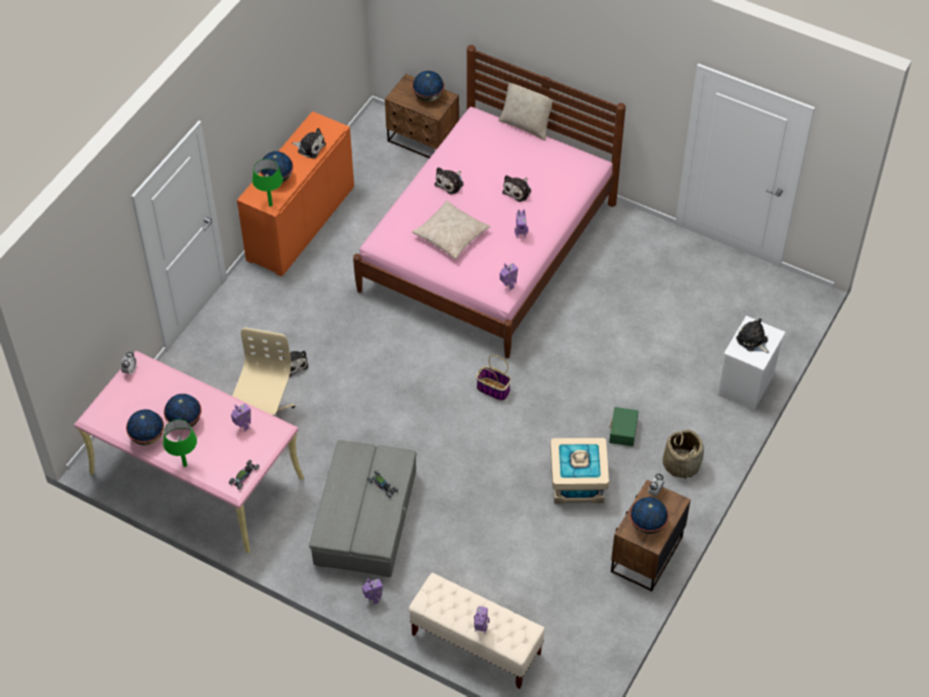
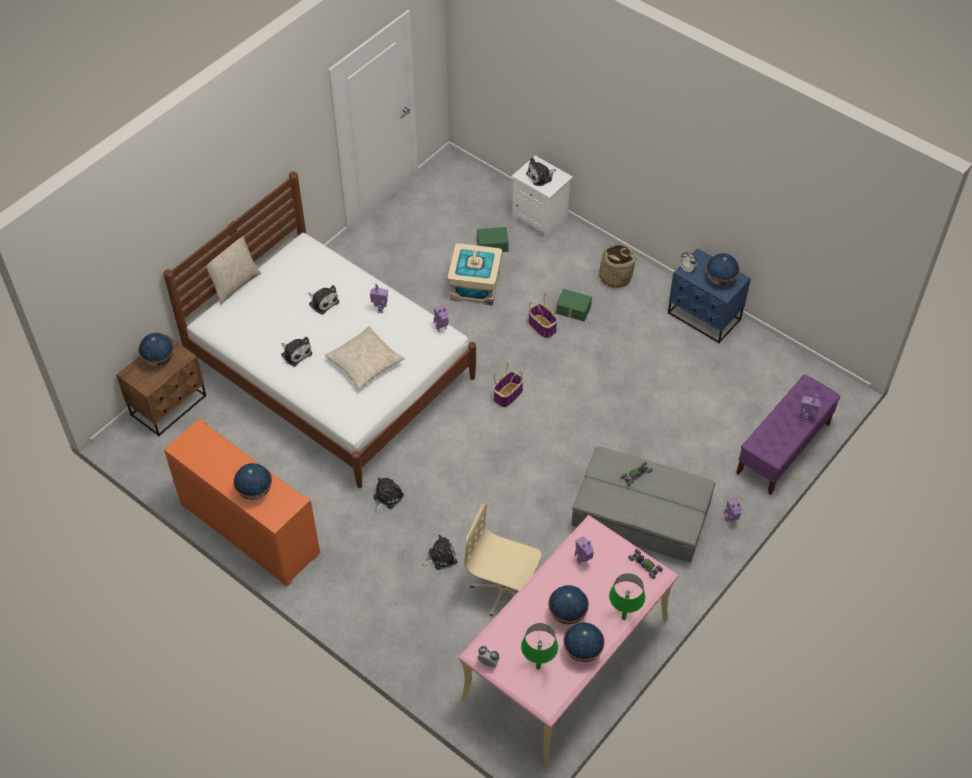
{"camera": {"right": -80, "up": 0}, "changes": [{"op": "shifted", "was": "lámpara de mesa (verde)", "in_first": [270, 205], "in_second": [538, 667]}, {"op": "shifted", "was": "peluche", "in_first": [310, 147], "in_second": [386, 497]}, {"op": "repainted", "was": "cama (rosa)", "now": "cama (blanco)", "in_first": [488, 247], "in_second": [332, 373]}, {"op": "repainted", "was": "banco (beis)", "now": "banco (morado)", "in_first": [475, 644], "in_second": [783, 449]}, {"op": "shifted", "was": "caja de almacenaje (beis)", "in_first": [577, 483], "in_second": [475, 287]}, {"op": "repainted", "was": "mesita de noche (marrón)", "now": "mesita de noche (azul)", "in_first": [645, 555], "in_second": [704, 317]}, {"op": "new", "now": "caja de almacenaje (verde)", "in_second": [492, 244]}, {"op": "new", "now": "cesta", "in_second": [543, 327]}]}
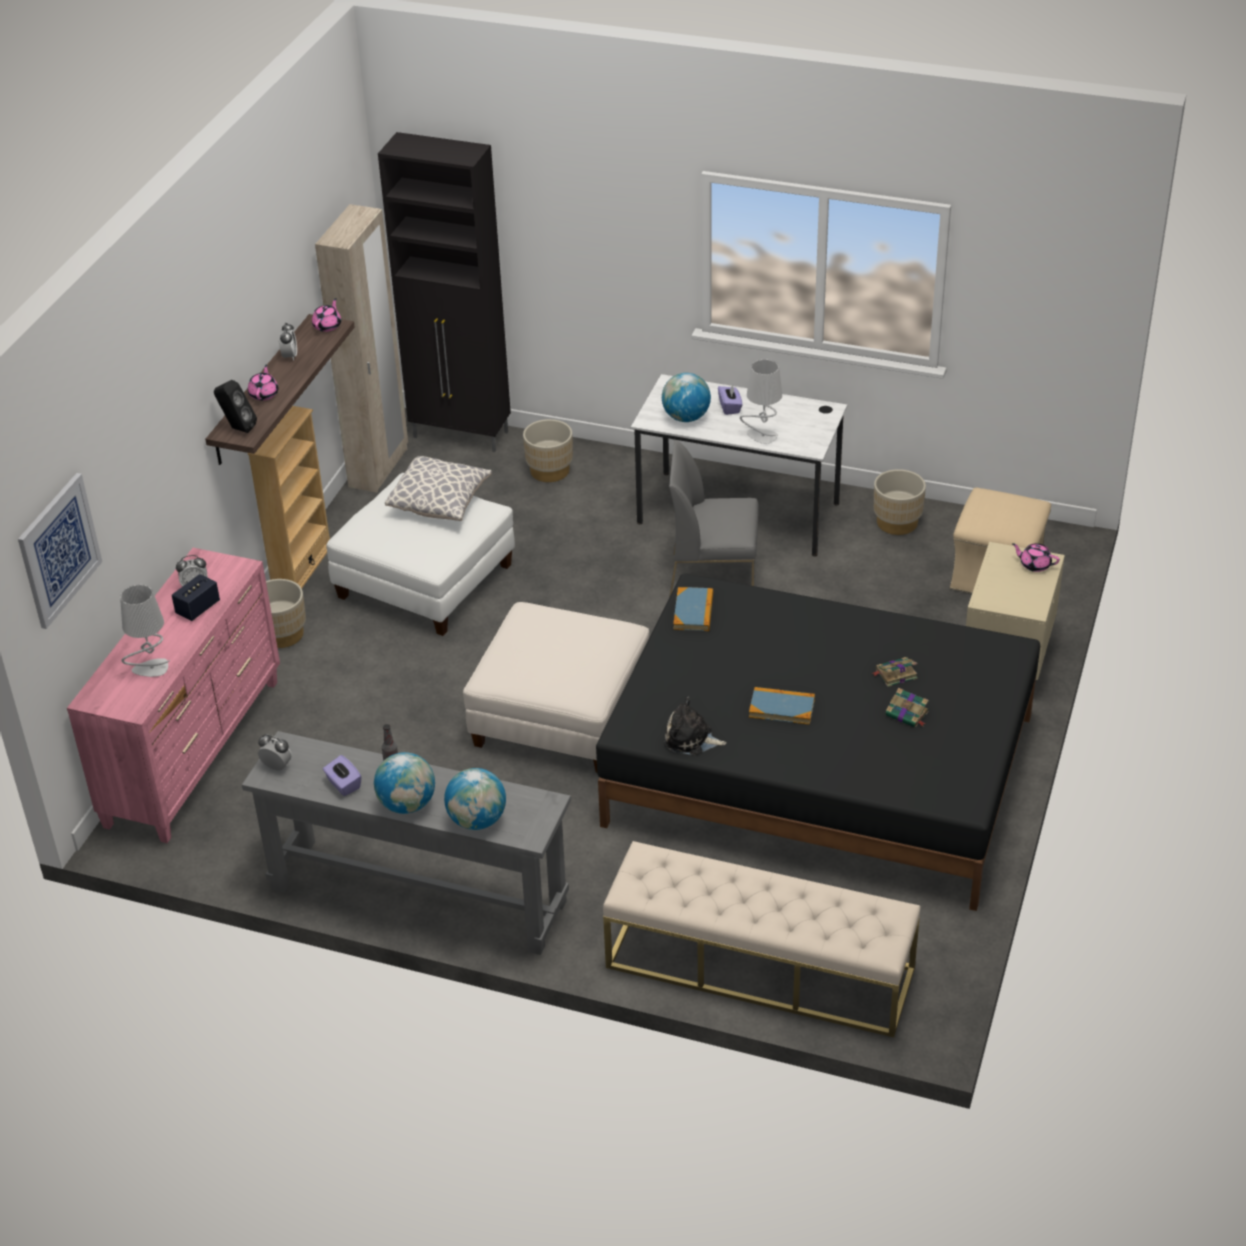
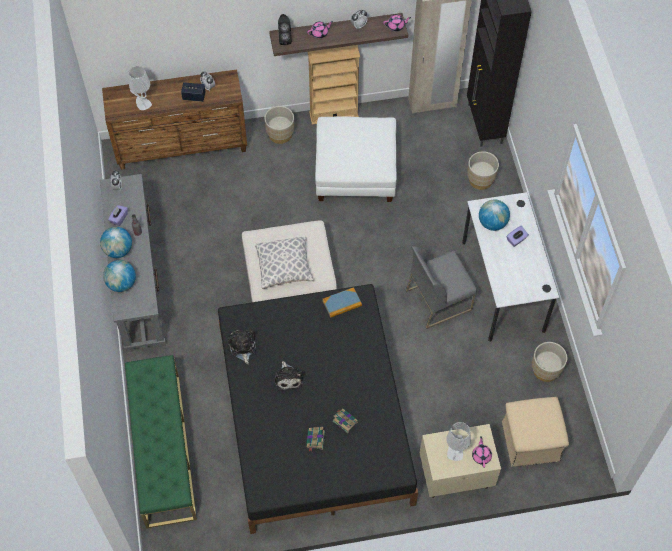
{"camera": {"right": 60, "up": 20}, "changes": [{"op": "gone", "was": "cuadro", "in_first": [59, 550]}, {"op": "repainted", "was": "cómoda (rosa)", "now": "cómoda (marrón)", "in_first": [195, 752], "in_second": [182, 146]}, {"op": "shifted", "was": "cojín", "in_first": [440, 502], "in_second": [284, 268]}, {"op": "repainted", "was": "banco (beis)", "now": "banco (verde)", "in_first": [759, 968], "in_second": [163, 449]}, {"op": "rotated", "was": "silla (gris)", "in_first": [714, 577], "in_second": [439, 299], "clockwise": -90}, {"op": "shifted", "was": "lámpara de mesa (gris)", "in_first": [761, 437], "in_second": [454, 451]}, {"op": "swapped", "was": "libro", "now": "peluche", "in_first": [781, 708], "in_second": [288, 378]}]}
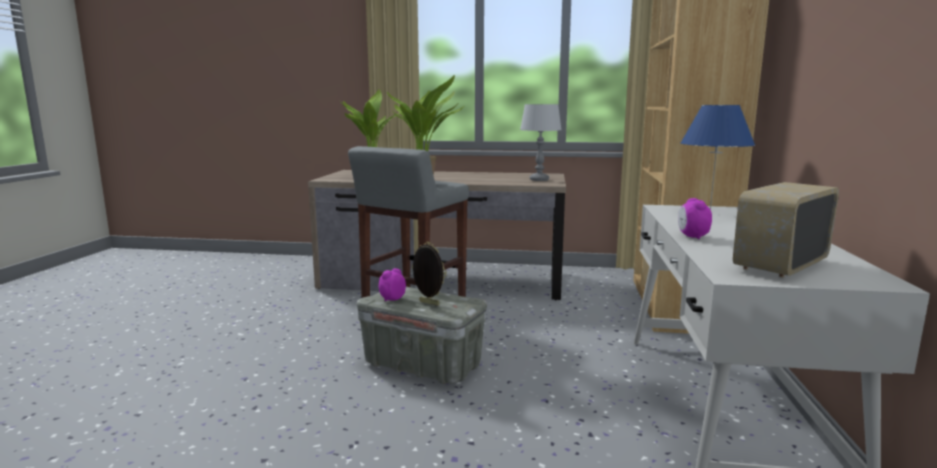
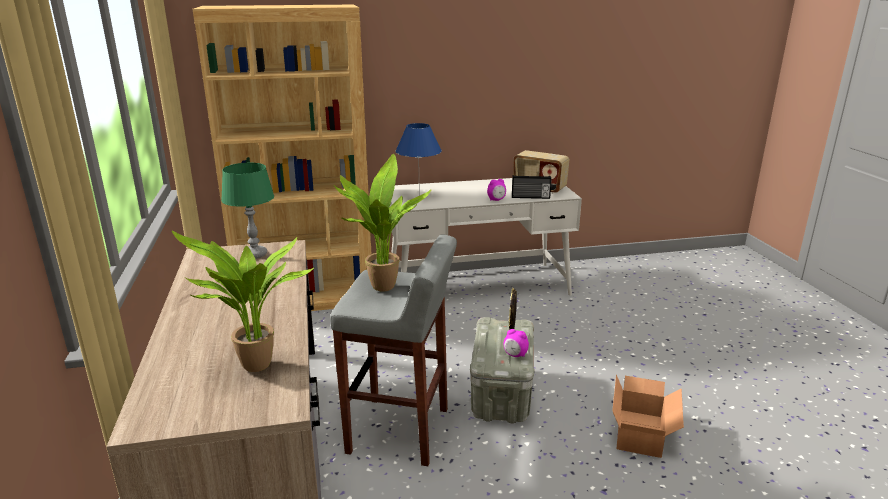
{"camera": {"right": -110, "up": 10}, "changes": [{"op": "repainted", "was": "lámpara de mesa (gris)", "now": "lámpara de mesa (verde)", "in_first": [539, 180], "in_second": [255, 254]}, {"op": "new", "now": "radio", "in_second": [530, 197]}, {"op": "new", "now": "caja de cartón", "in_second": [642, 432]}]}
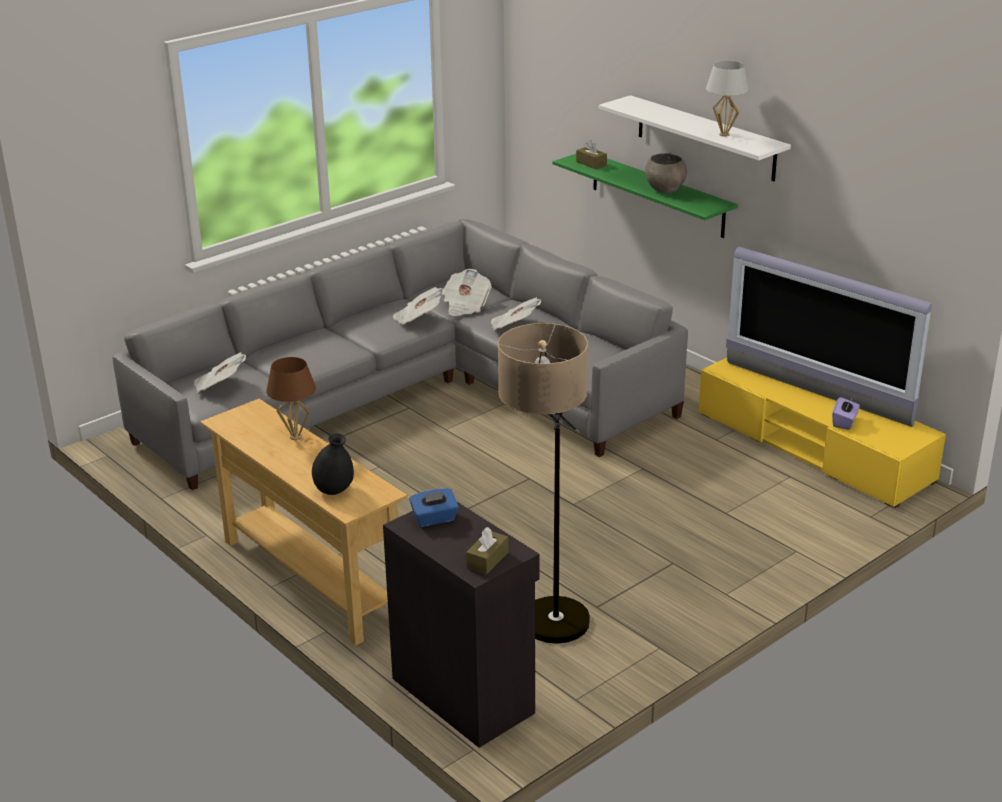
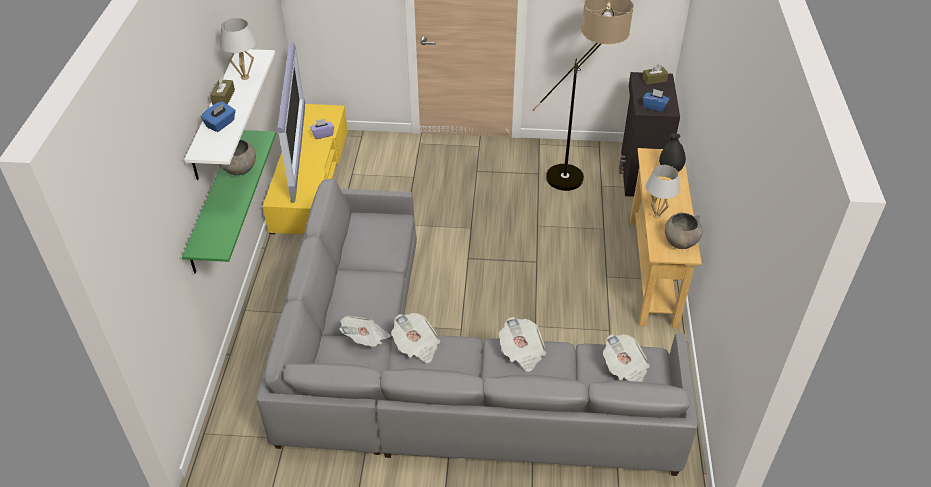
{"camera": {"right": -135, "up": 15}, "changes": [{"op": "repainted", "was": "lámpara de mesa (marrón)", "now": "lámpara de mesa (blanco)", "in_first": [295, 437], "in_second": [657, 215]}, {"op": "shifted", "was": "periódico", "in_first": [514, 326], "in_second": [522, 352]}, {"op": "shifted", "was": "caja de pañuelos (marrón)", "in_first": [591, 163], "in_second": [223, 97]}, {"op": "new", "now": "caja de pañuelos (azul)", "in_second": [221, 124]}, {"op": "new", "now": "cuenco (gris)", "in_second": [680, 242]}]}
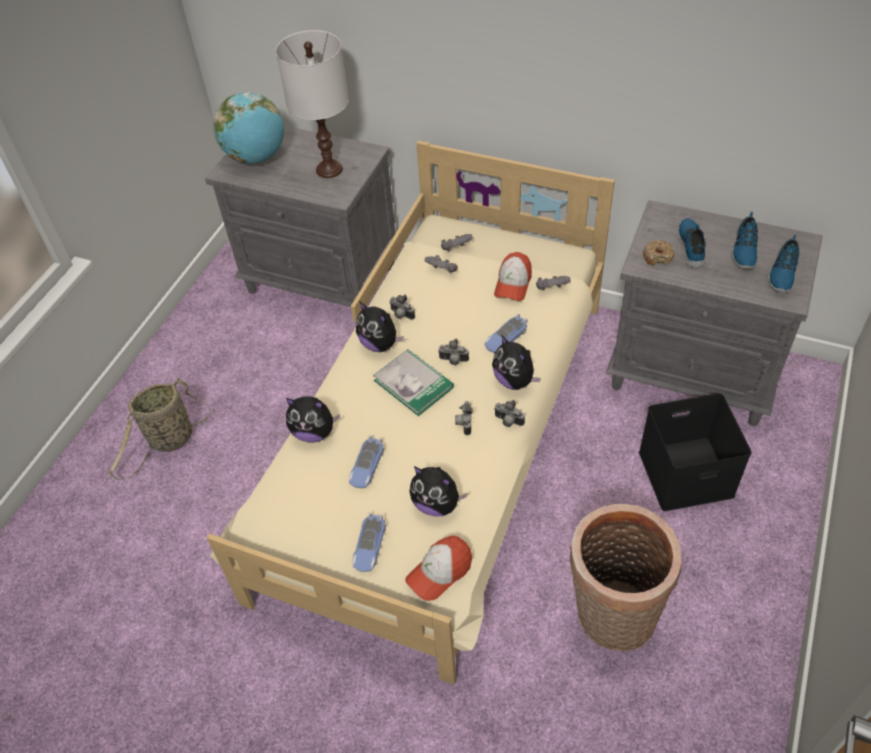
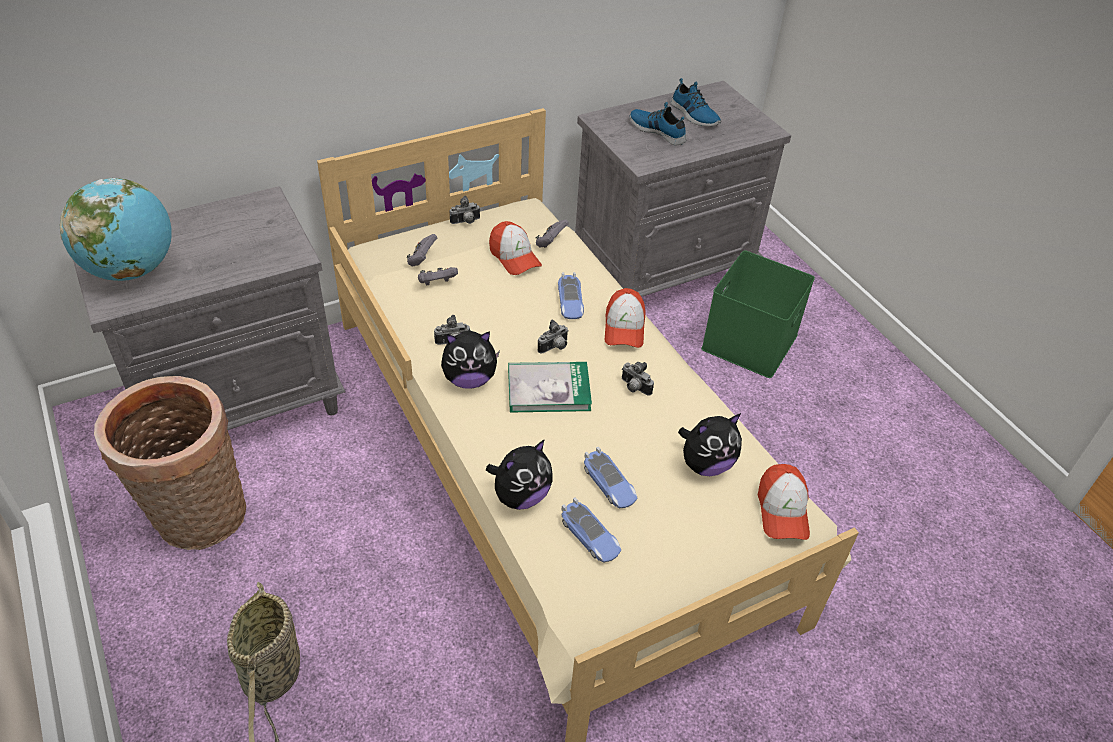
{"camera": {"right": -55, "up": -5}, "changes": [{"op": "gone", "was": "lámpara de mesa (blanco)", "in_first": [329, 169]}, {"op": "shifted", "was": "coche de juguete", "in_first": [369, 546], "in_second": [590, 536]}, {"op": "swapped", "was": "peluche", "now": "gorra", "in_first": [515, 380], "in_second": [624, 328]}, {"op": "shifted", "was": "cámara", "in_first": [508, 422], "in_second": [466, 222]}, {"op": "shifted", "was": "cesta", "in_first": [611, 617], "in_second": [198, 520]}, {"op": "repainted", "was": "caja de almacenaje (negro)", "now": "caja de almacenaje (verde)", "in_first": [686, 472], "in_second": [748, 340]}, {"op": "gone", "was": "rosquilla", "in_first": [658, 257]}, {"op": "gone", "was": "zapato", "in_first": [782, 273]}]}
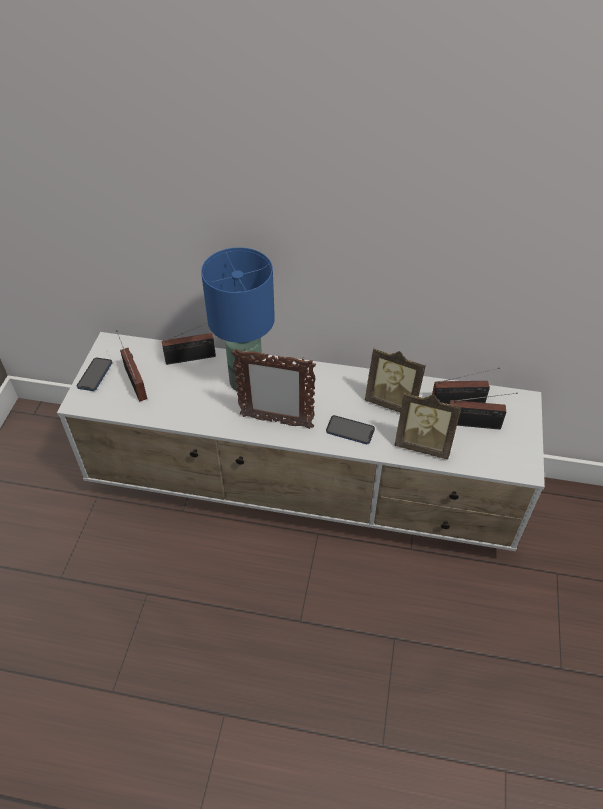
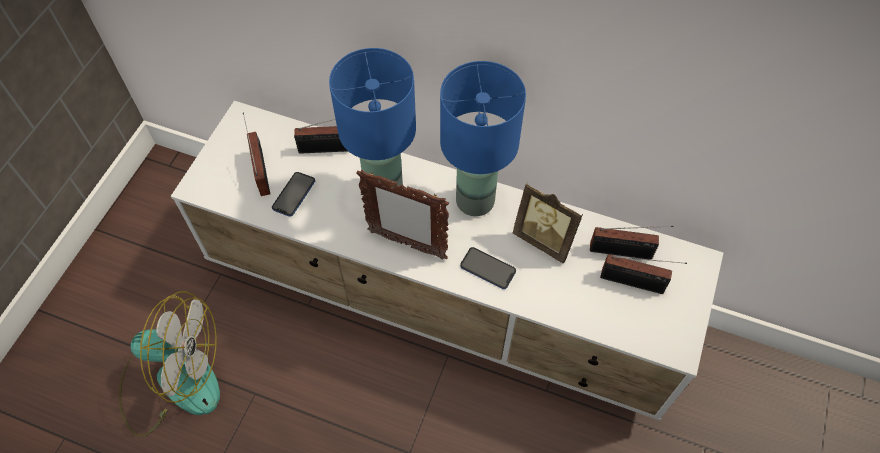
{"camera": {"right": 10, "up": 10}, "changes": [{"op": "shifted", "was": "móvil", "in_first": [95, 375], "in_second": [294, 195]}, {"op": "gone", "was": "portarretratos", "in_first": [423, 444]}, {"op": "new", "now": "ventilador", "in_second": [173, 380]}, {"op": "new", "now": "lámpara de mesa (azul)", "in_second": [474, 200]}]}
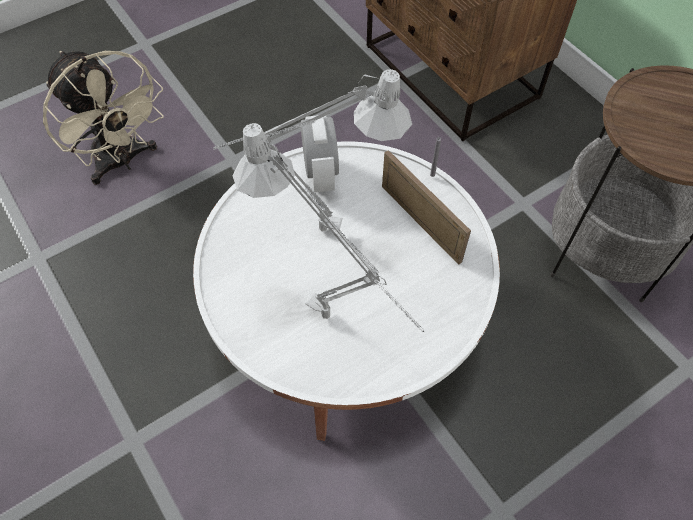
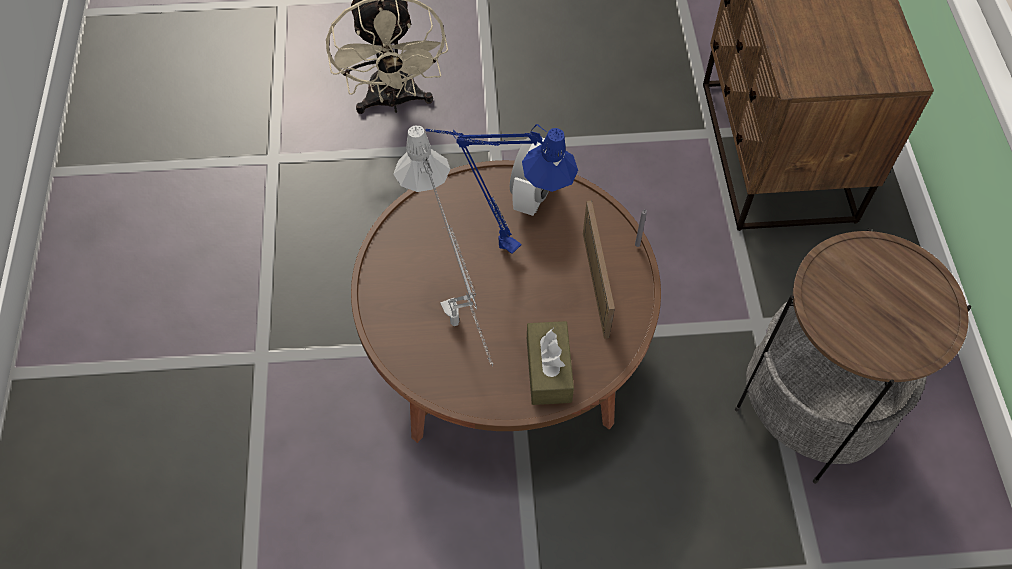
{"camera": {"right": 30, "up": 0}, "changes": [{"op": "repainted", "was": "mesa de centro (blanco)", "now": "mesa de centro (marrón)", "in_first": [346, 318], "in_second": [506, 346]}, {"op": "repainted", "was": "lámpara de mesa (gris)", "now": "lámpara de mesa (azul)", "in_first": [311, 228], "in_second": [493, 241]}, {"op": "new", "now": "caja de pañuelos (marrón)", "in_second": [548, 370]}]}
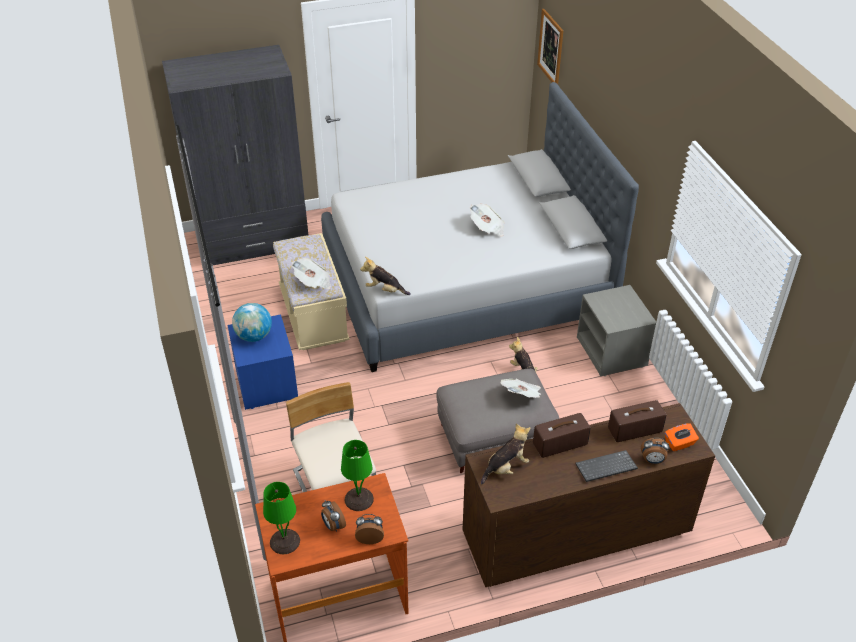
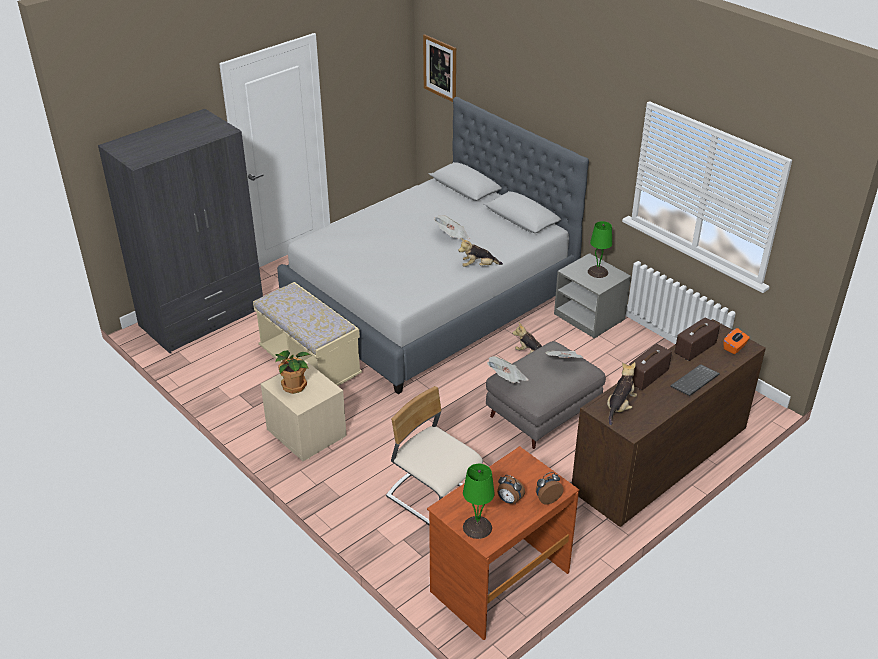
{"camera": {"right": -25, "up": -5}, "changes": [{"op": "repainted", "was": "mesita de noche (azul)", "now": "mesita de noche (beis)", "in_first": [265, 383], "in_second": [305, 433]}, {"op": "swapped", "was": "globo terráqueo", "now": "planta en maceta", "in_first": [254, 336], "in_second": [294, 385]}, {"op": "shifted", "was": "periódico", "in_first": [313, 282], "in_second": [507, 378]}, {"op": "shifted", "was": "lámpara de mesa (verde)", "in_first": [359, 498], "in_second": [598, 271]}, {"op": "shifted", "was": "peluche", "in_first": [385, 290], "in_second": [478, 266]}, {"op": "gone", "was": "despertador", "in_first": [652, 460]}]}
